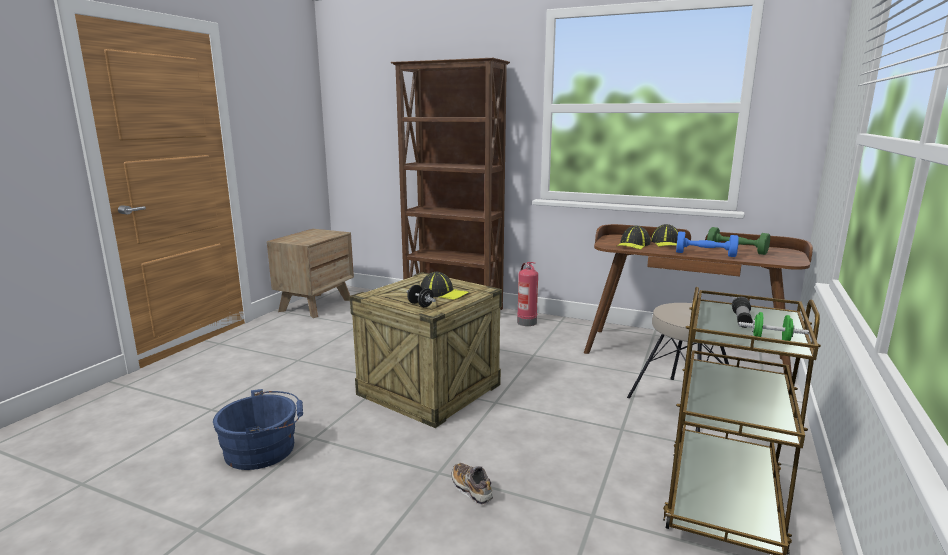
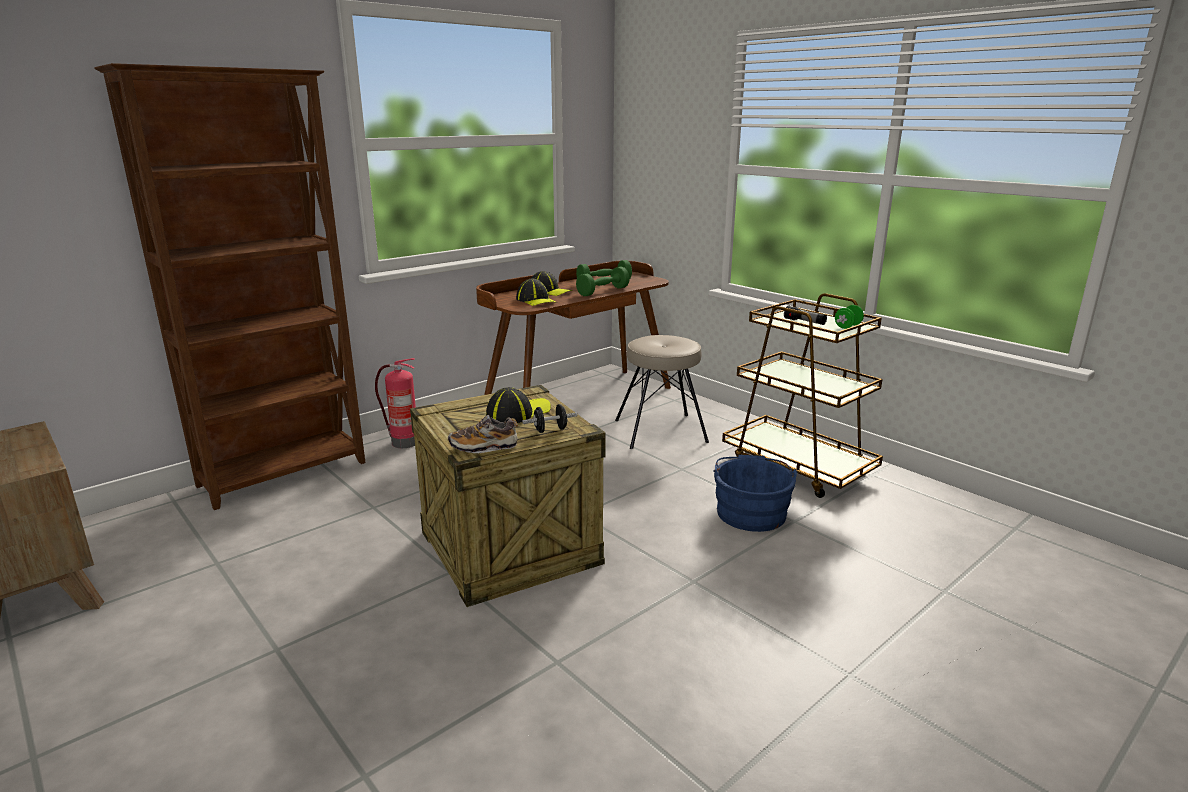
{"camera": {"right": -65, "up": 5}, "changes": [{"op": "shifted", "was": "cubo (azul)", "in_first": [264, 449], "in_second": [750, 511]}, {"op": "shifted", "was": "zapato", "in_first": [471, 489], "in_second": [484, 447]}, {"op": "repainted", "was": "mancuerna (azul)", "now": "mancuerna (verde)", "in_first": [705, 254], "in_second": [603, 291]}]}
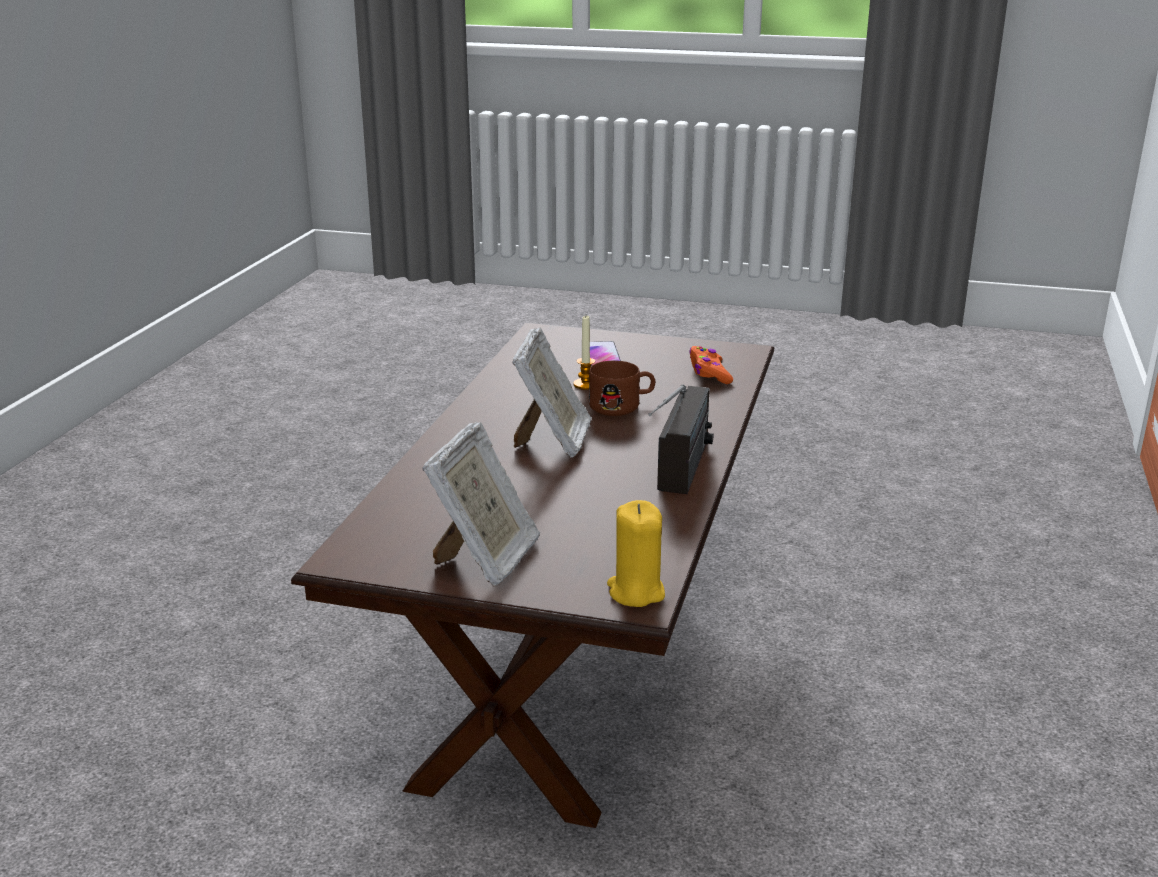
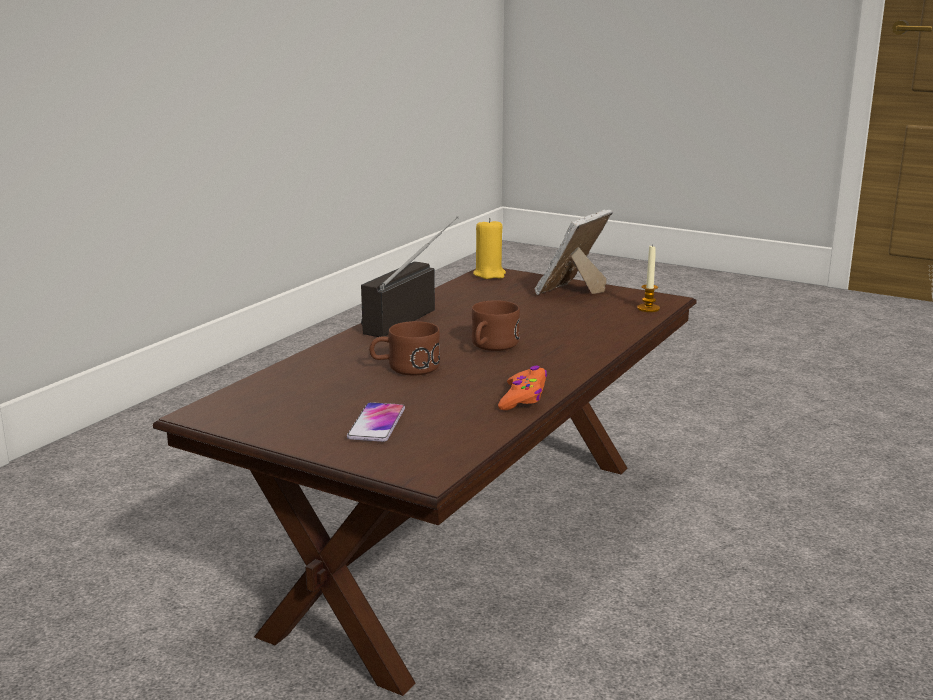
{"camera": {"right": -165, "up": -5}, "changes": [{"op": "swapped", "was": "portarretratos", "now": "taza grande (marrón)", "in_first": [553, 441], "in_second": [491, 346]}, {"op": "shifted", "was": "vela", "in_first": [585, 384], "in_second": [648, 308]}, {"op": "shifted", "was": "mando de consola (naranja)", "in_first": [709, 373], "in_second": [523, 398]}]}
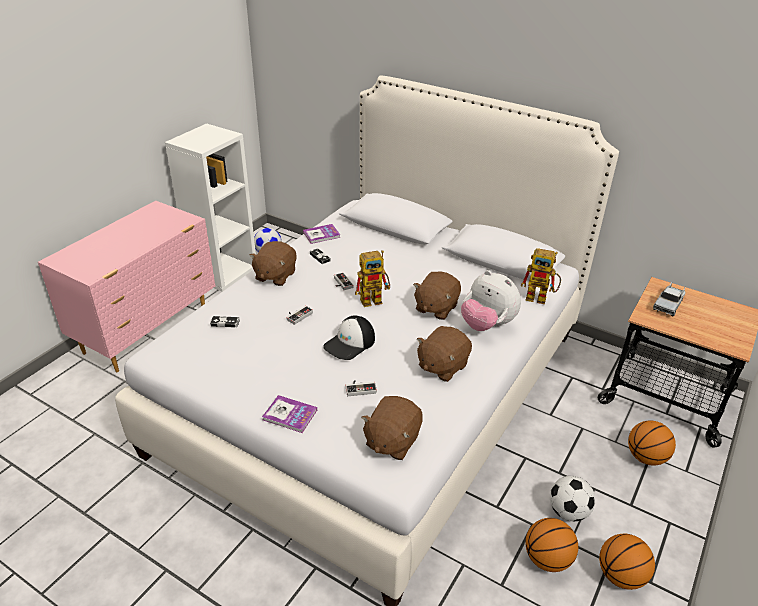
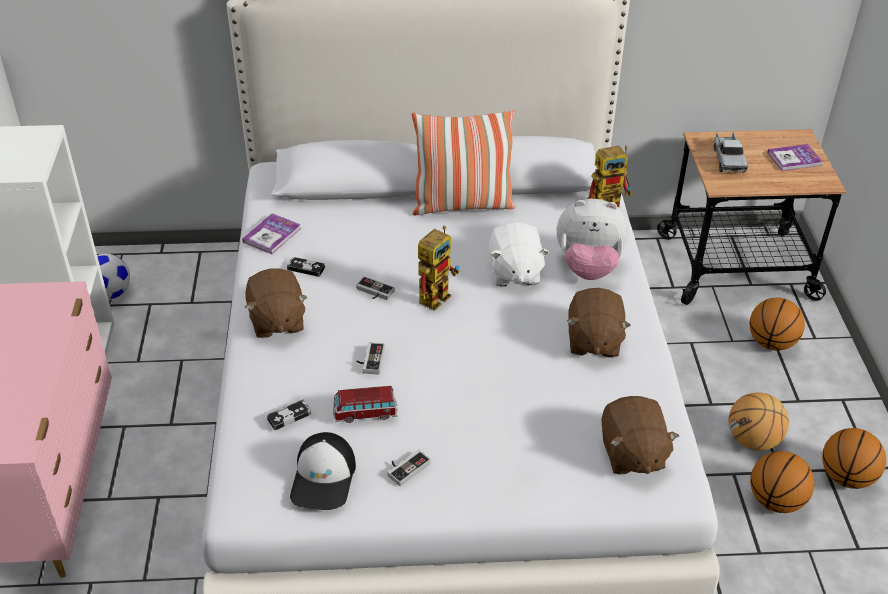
{"camera": {"right": -35, "up": 5}, "changes": [{"op": "shifted", "was": "libro", "in_first": [290, 415], "in_second": [794, 159]}, {"op": "shifted", "was": "gorra", "in_first": [350, 343], "in_second": [324, 478]}, {"op": "shifted", "was": "mando de consola", "in_first": [360, 388], "in_second": [406, 467]}, {"op": "repainted", "was": "peluche (marrón)", "now": "peluche (blanco)", "in_first": [436, 308], "in_second": [514, 272]}, {"op": "swapped", "was": "balón de fútbol", "now": "balón de baloncesto", "in_first": [568, 512], "in_second": [753, 441]}, {"op": "new", "now": "coche de juguete", "in_second": [365, 413]}, {"op": "new", "now": "cojín", "in_second": [462, 205]}]}
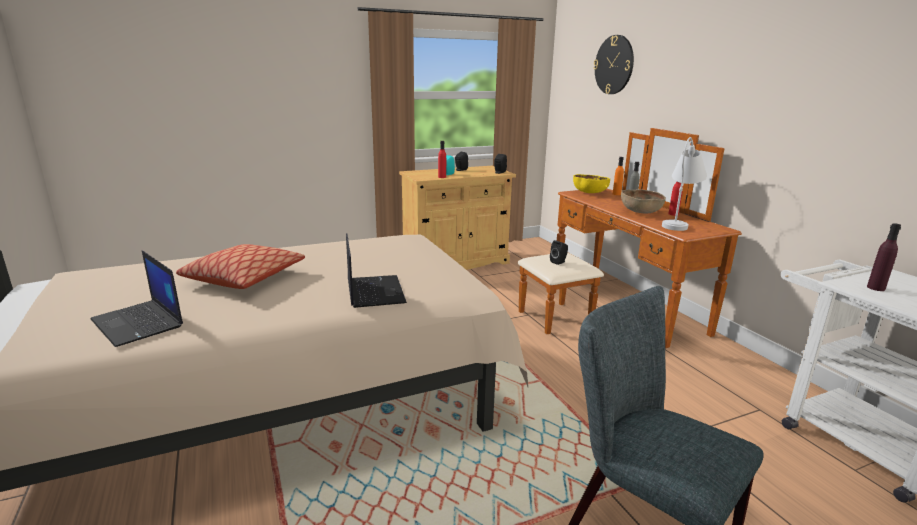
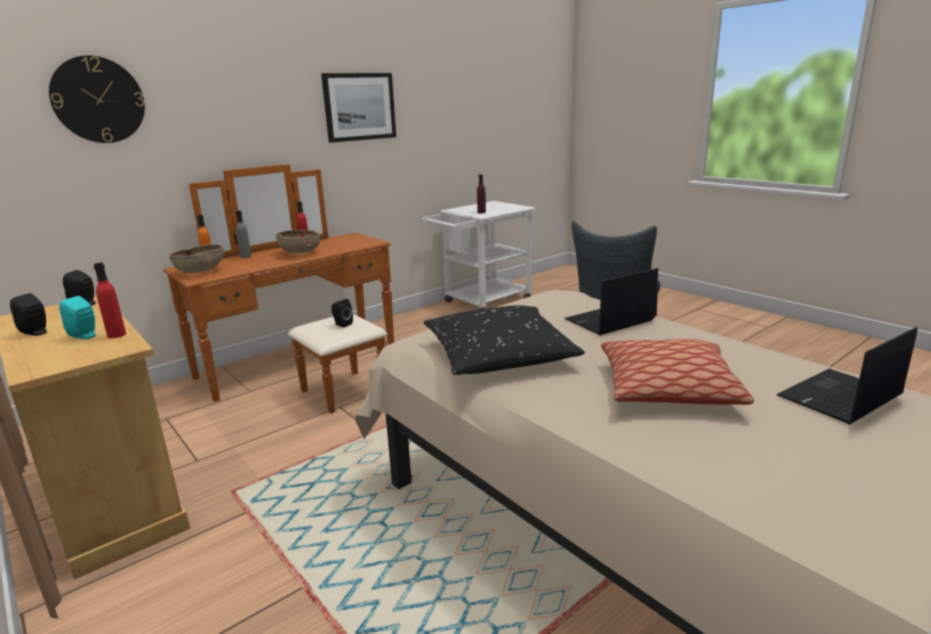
{"camera": {"right": -105, "up": 0}, "changes": [{"op": "rotated", "was": "portátil", "in_first": [139, 323], "in_second": [839, 397], "clockwise": -150}, {"op": "repainted", "was": "cuenco (amarillo)", "now": "cuenco (marrón)", "in_first": [589, 193], "in_second": [200, 271]}, {"op": "gone", "was": "lámpara de mesa (blanco)", "in_first": [679, 223]}, {"op": "new", "now": "cuadro", "in_second": [359, 107]}, {"op": "new", "now": "cojín (negro)", "in_second": [499, 355]}]}
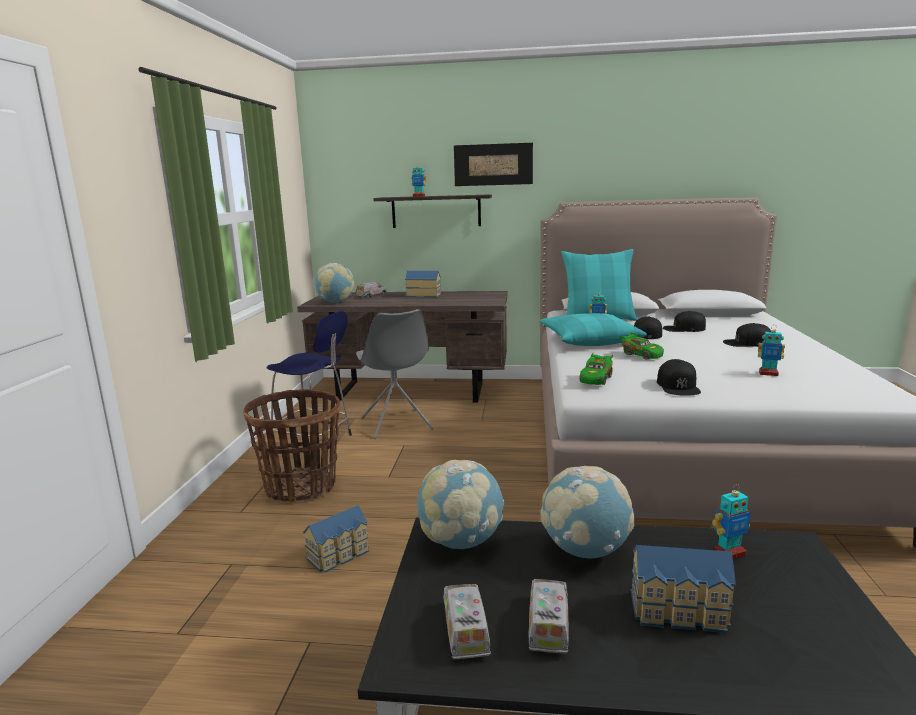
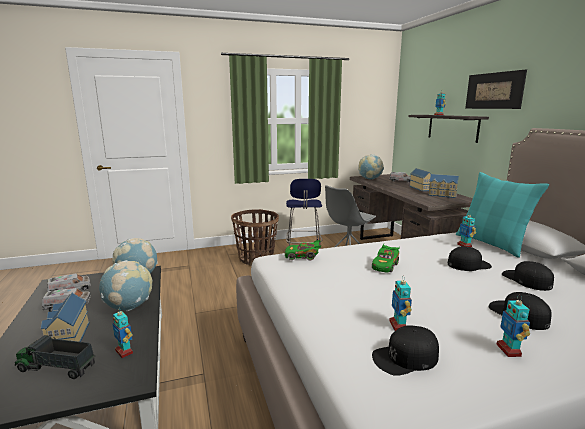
{"camera": {"right": 65, "up": 0}, "changes": [{"op": "shifted", "was": "casita", "in_first": [340, 555], "in_second": [442, 195]}, {"op": "gone", "was": "cojín (turquesa)", "in_first": [589, 340]}, {"op": "shifted", "was": "gorra (negro)", "in_first": [678, 386], "in_second": [405, 357]}, {"op": "new", "now": "camión de juguete", "in_second": [56, 368]}, {"op": "new", "now": "robot de juguete", "in_second": [509, 350]}]}
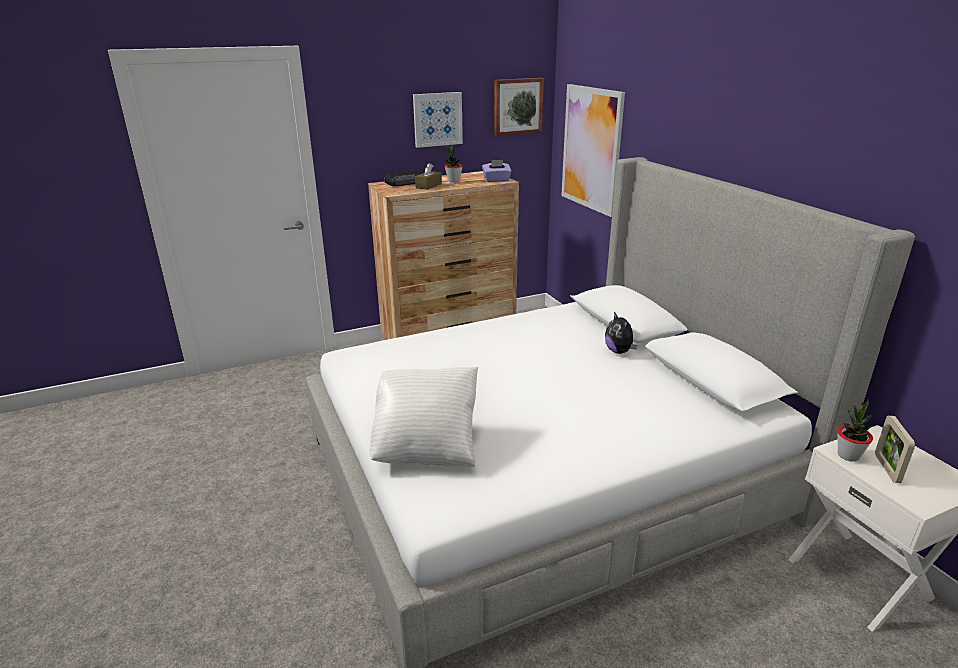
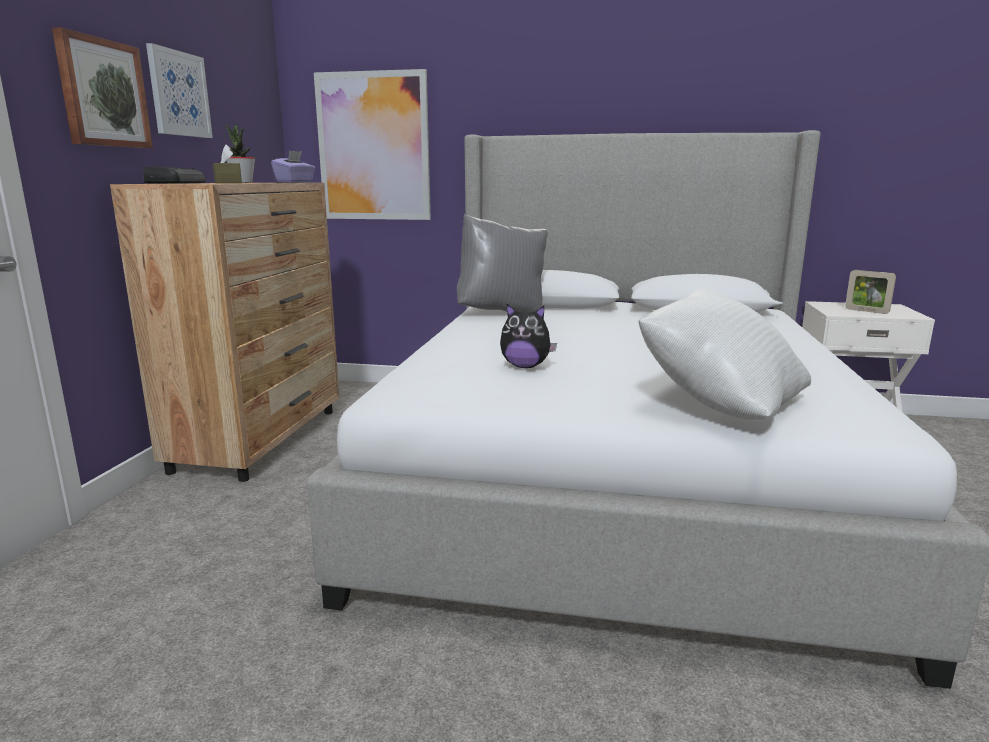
{"camera": {"right": -55, "up": -10}, "changes": [{"op": "shifted", "was": "cuadro", "in_first": [517, 106], "in_second": [102, 93]}, {"op": "shifted", "was": "peluche", "in_first": [619, 351], "in_second": [525, 366]}, {"op": "gone", "was": "planta en maceta", "in_first": [848, 455]}, {"op": "new", "now": "cojín (gris)", "in_second": [502, 312]}]}
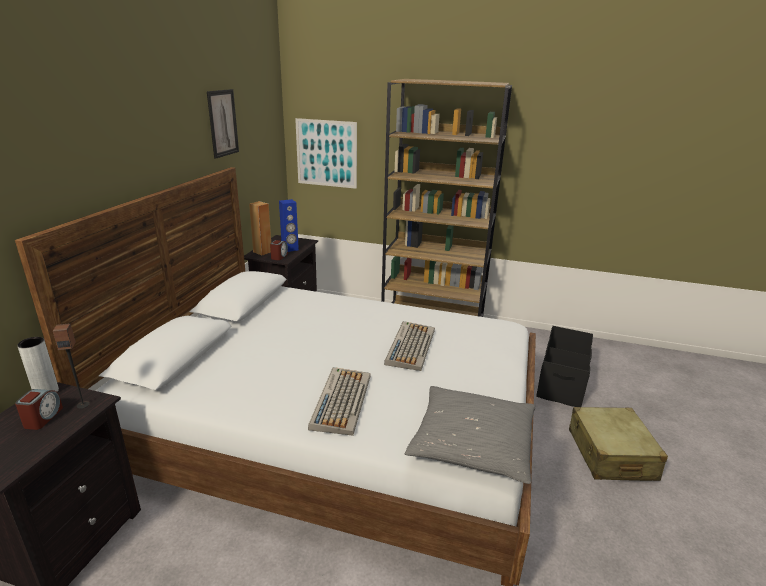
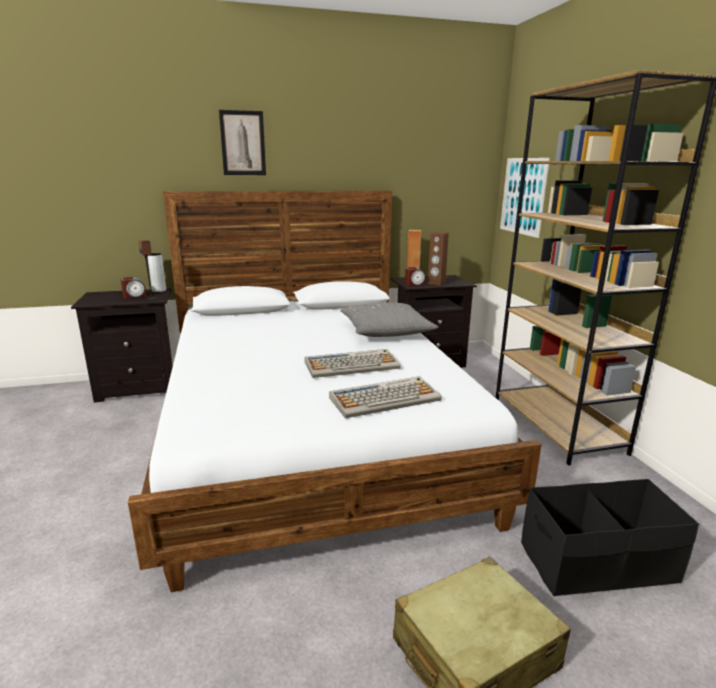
{"camera": {"right": 60, "up": -5}, "changes": [{"op": "shifted", "was": "cuadro", "in_first": [223, 123], "in_second": [243, 143]}, {"op": "repainted", "was": "altavoz (azul)", "now": "altavoz (marrón)", "in_first": [290, 249], "in_second": [436, 283]}, {"op": "shifted", "was": "teclado", "in_first": [341, 400], "in_second": [385, 398]}, {"op": "shifted", "was": "cojín (gris)", "in_first": [472, 444], "in_second": [386, 331]}]}
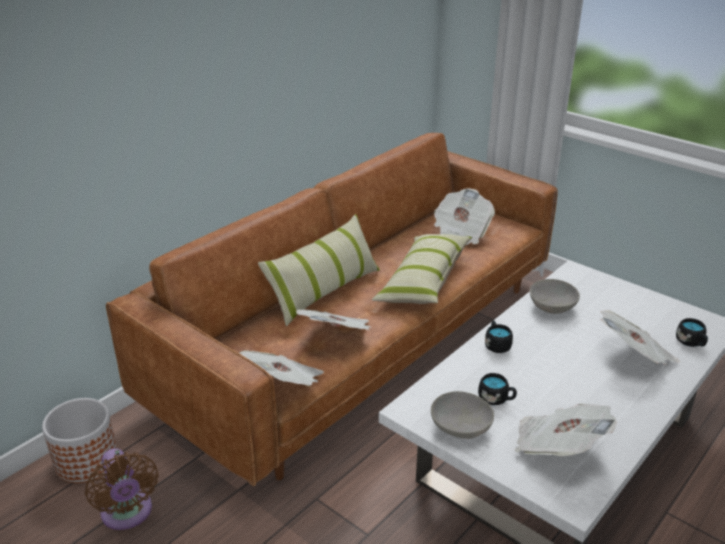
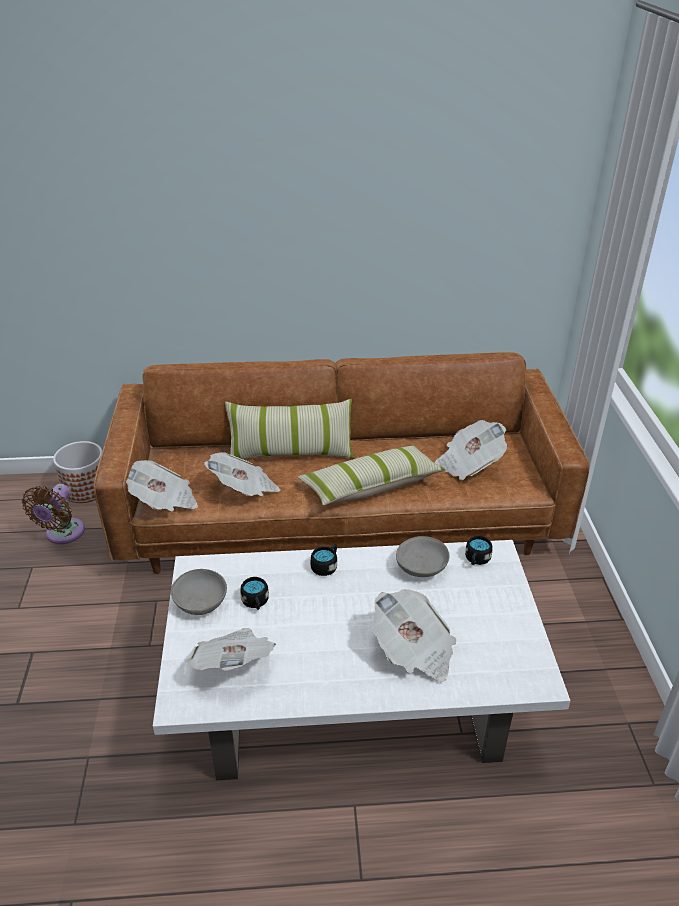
{"camera": {"right": 45, "up": 5}, "changes": [{"op": "shifted", "was": "taza grande (negro)", "in_first": [691, 342], "in_second": [476, 560]}]}
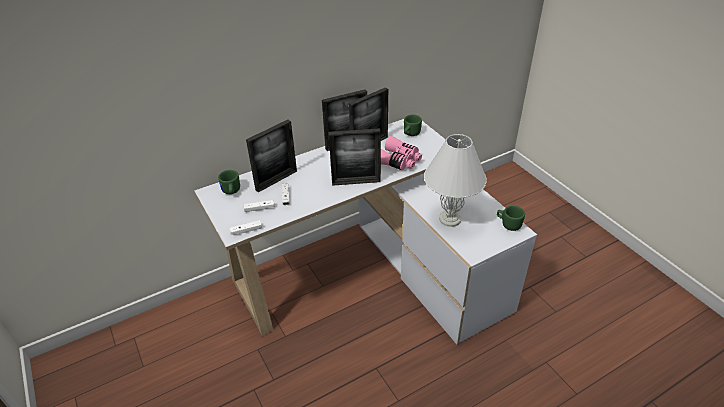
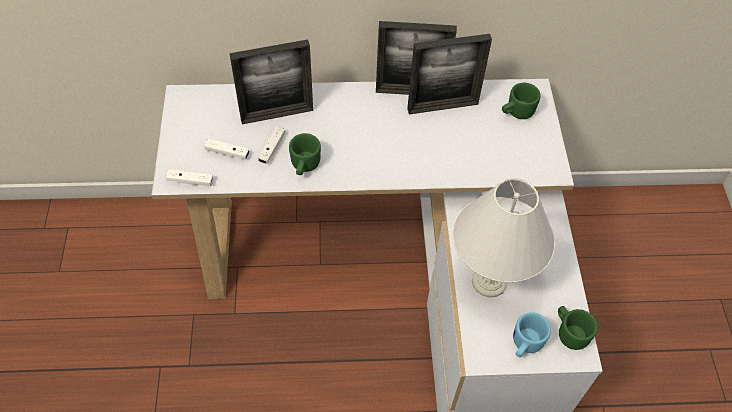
{"camera": {"right": 25, "up": 15}, "changes": [{"op": "shifted", "was": "taza grande (verde)", "in_first": [231, 192], "in_second": [304, 166]}, {"op": "gone", "was": "portarretratos", "in_first": [356, 182]}, {"op": "gone", "was": "prismáticos (rosa)", "in_first": [398, 161]}, {"op": "new", "now": "taza grande (azul)", "in_second": [524, 344]}]}
